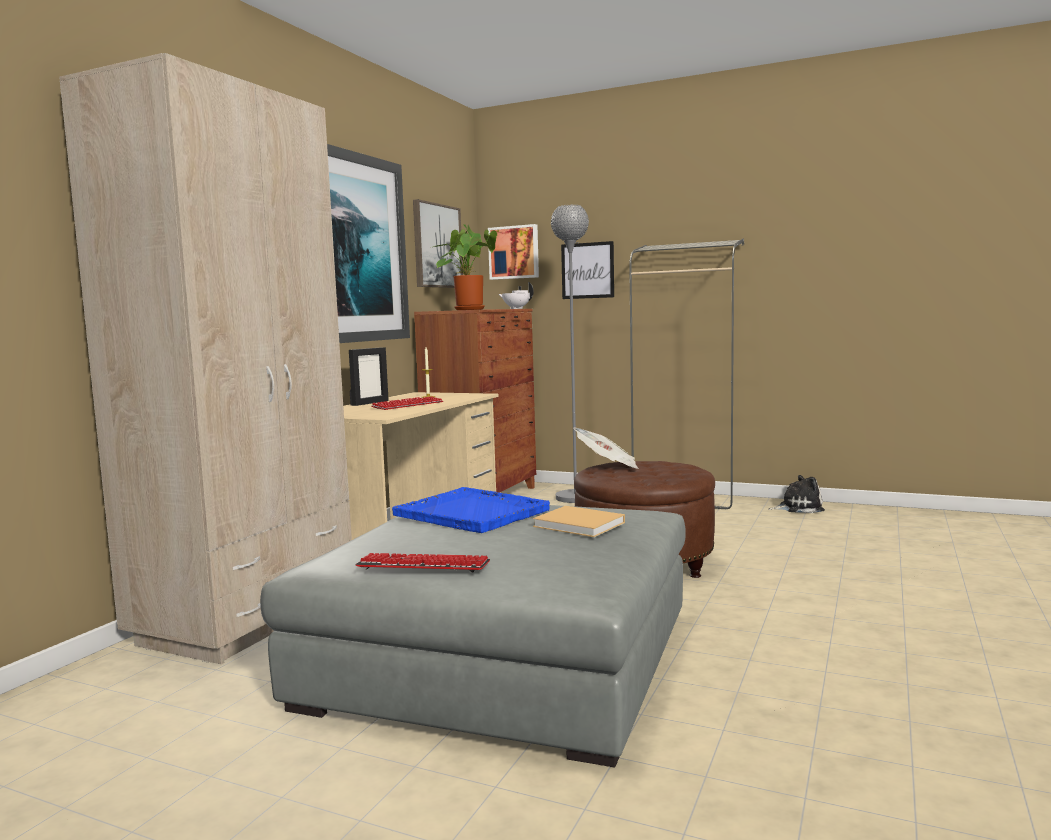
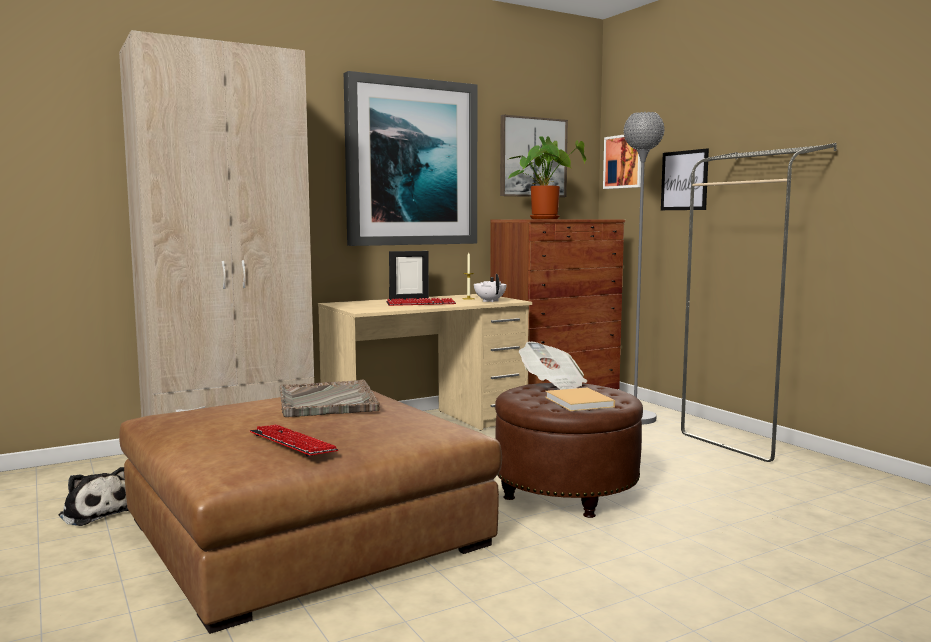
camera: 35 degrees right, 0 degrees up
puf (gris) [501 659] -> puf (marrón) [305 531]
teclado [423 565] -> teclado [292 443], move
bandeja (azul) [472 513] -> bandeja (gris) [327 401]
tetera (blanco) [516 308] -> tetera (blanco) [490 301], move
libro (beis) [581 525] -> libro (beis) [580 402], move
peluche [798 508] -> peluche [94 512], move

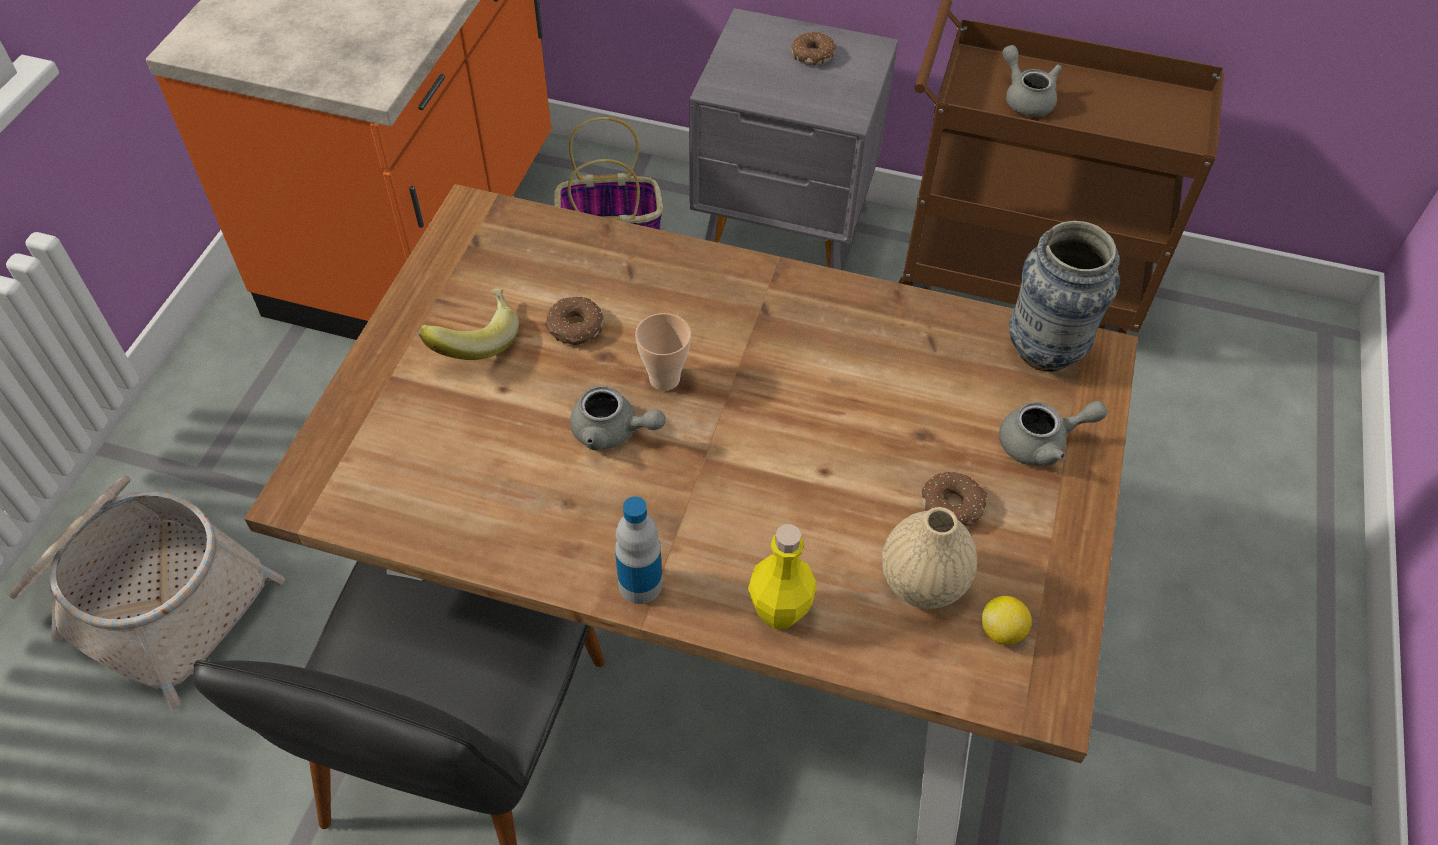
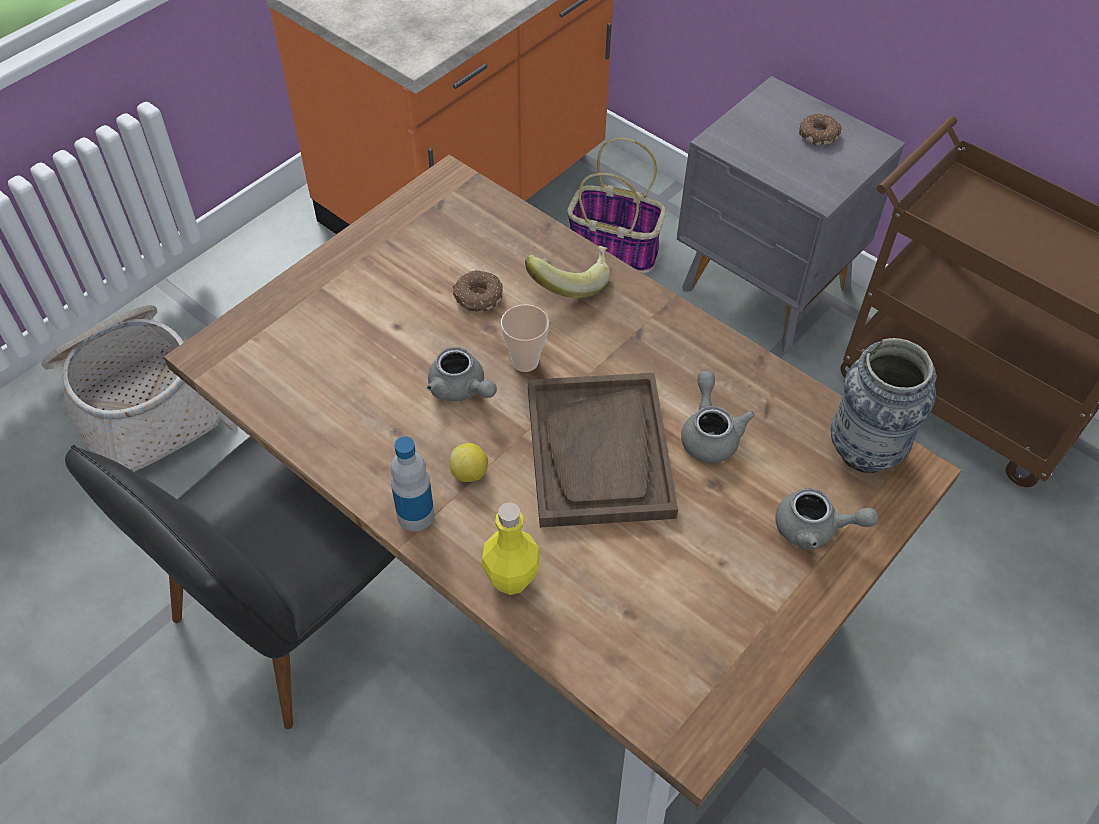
camera: 25 degrees right, 0 degrees up
plátano [474 339] -> plátano [570 281], move
florero (beis) [922 582] -> none
rosquilla [953 506] -> none
limón [1002 631] -> limón [469 473], move
tetera (gris) [1025 98] -> tetera (gris) [709 433], move
none -> bandeja (marrón) [599 452]

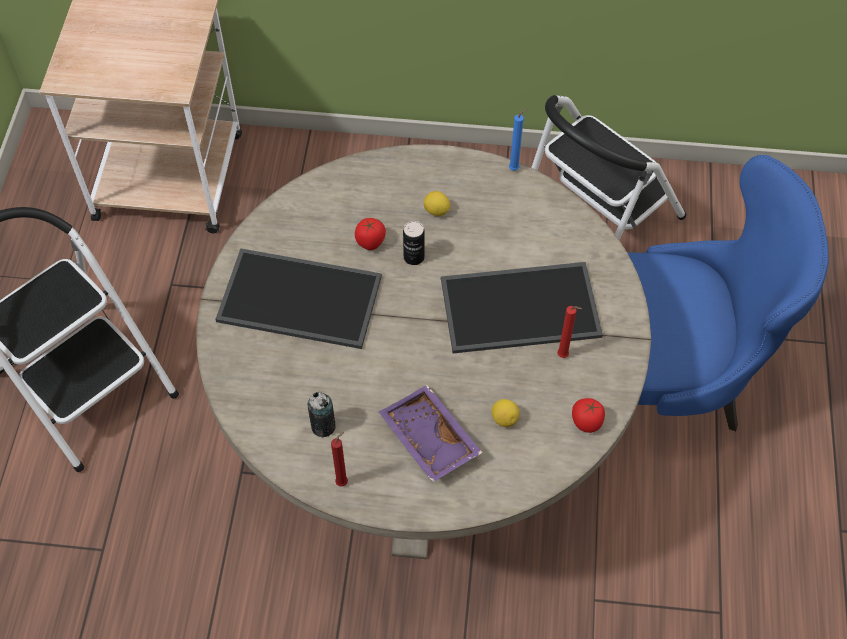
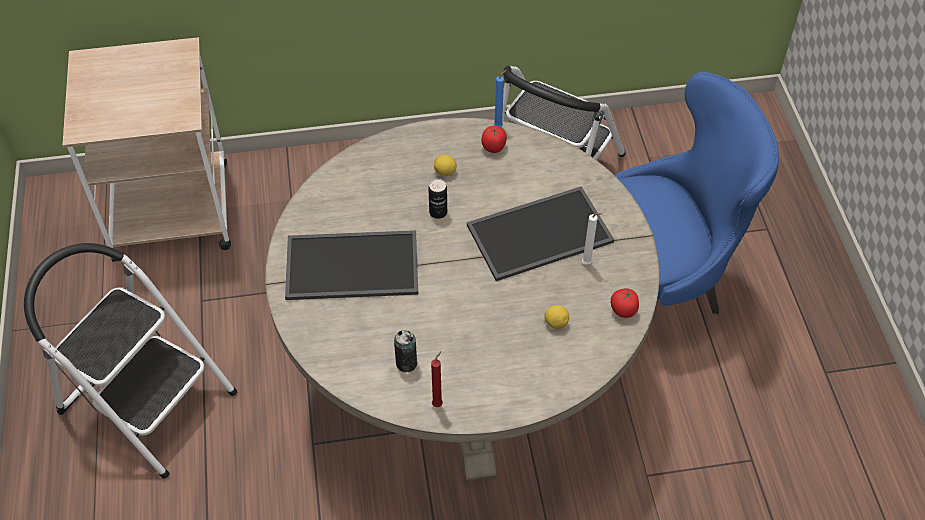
camera: 15 degrees left, 5 degrees down
tomate [370 242] -> tomate [494 147], move
bandeja (morado) [427 440] -> none
vela (rojo) [564 356] -> vela (blanco) [588 263]

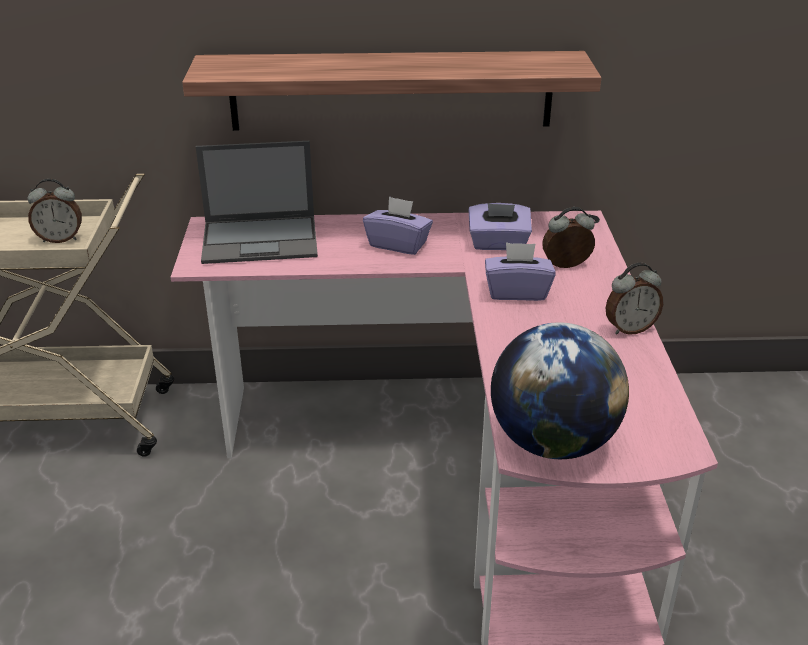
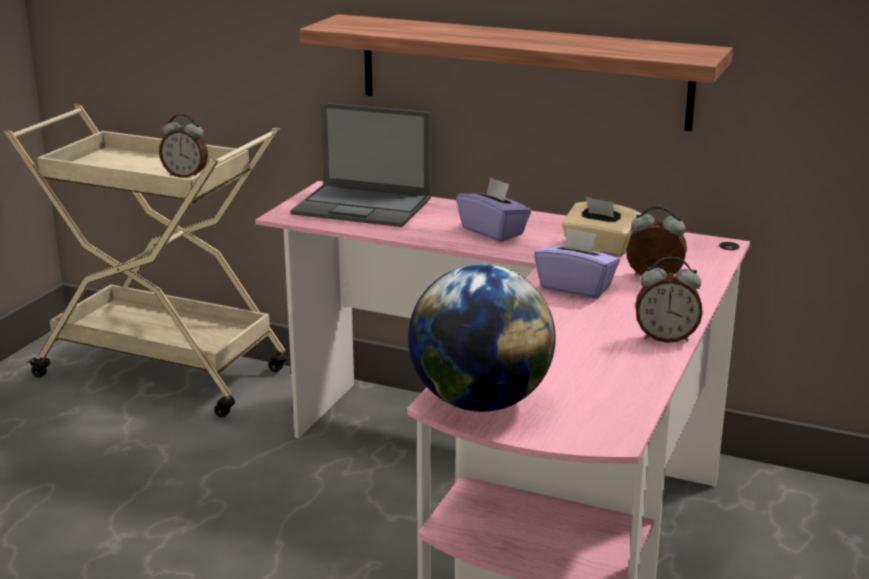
camera: 25 degrees right, 10 degrees down
caja de pañuelos (morado) [498 244] -> caja de pañuelos (beis) [599 248]

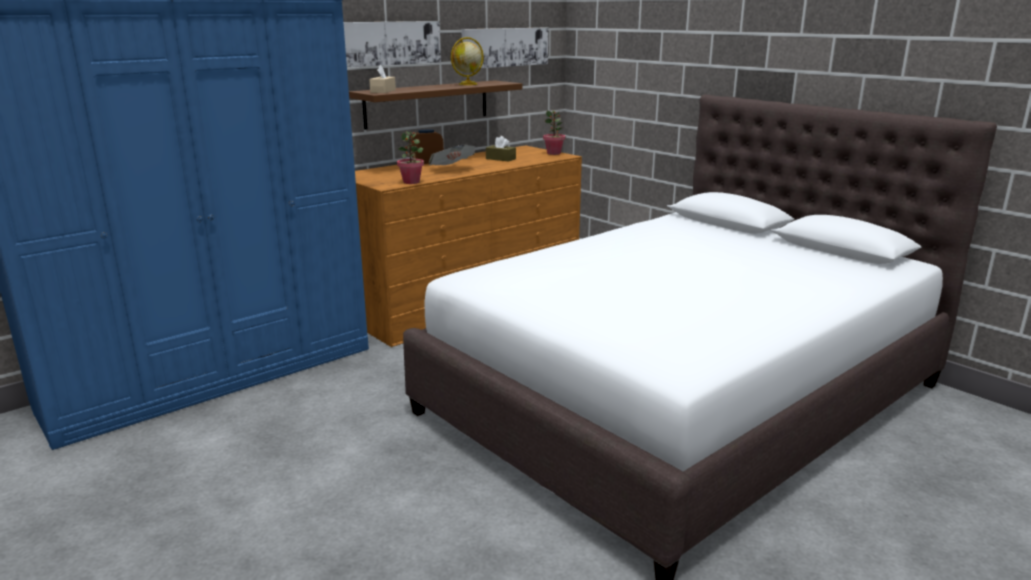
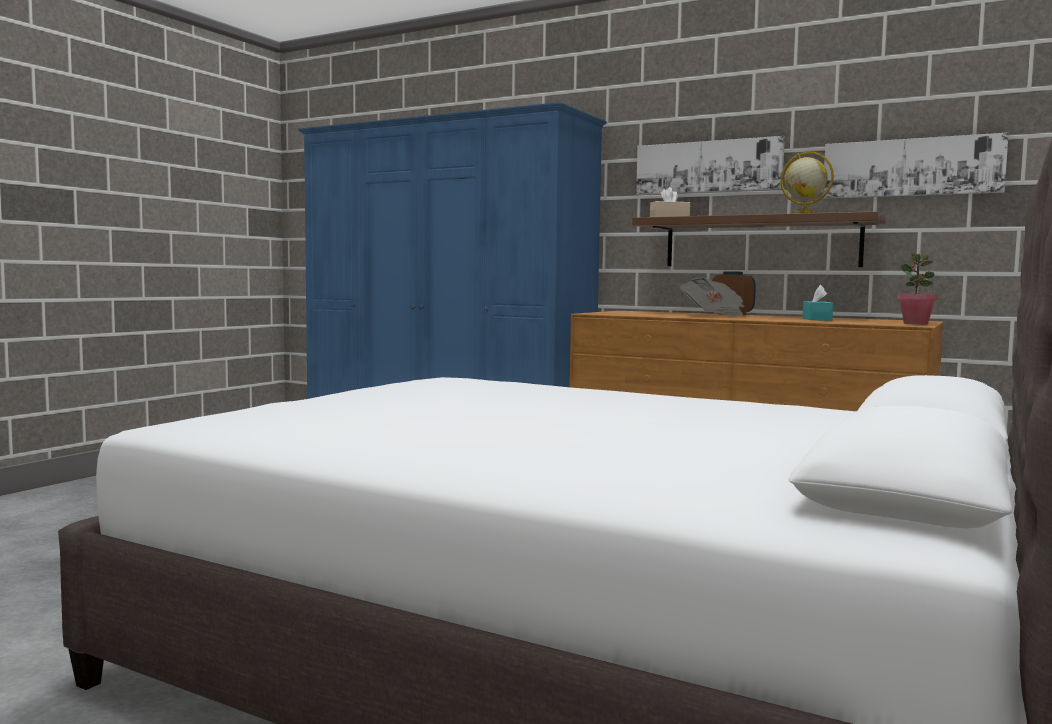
camera: 70 degrees right, 15 degrees down
planta en maceta [411 182] -> none
caja de pañuelos (marrón) [500 159] -> caja de pañuelos (turquesa) [817 319]

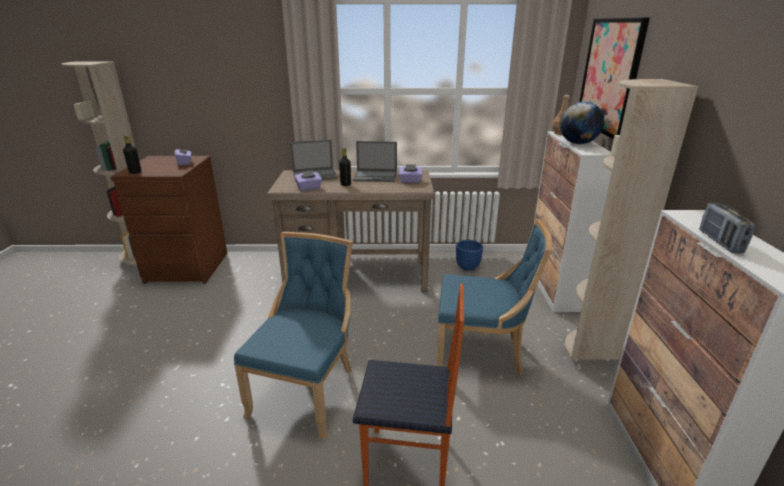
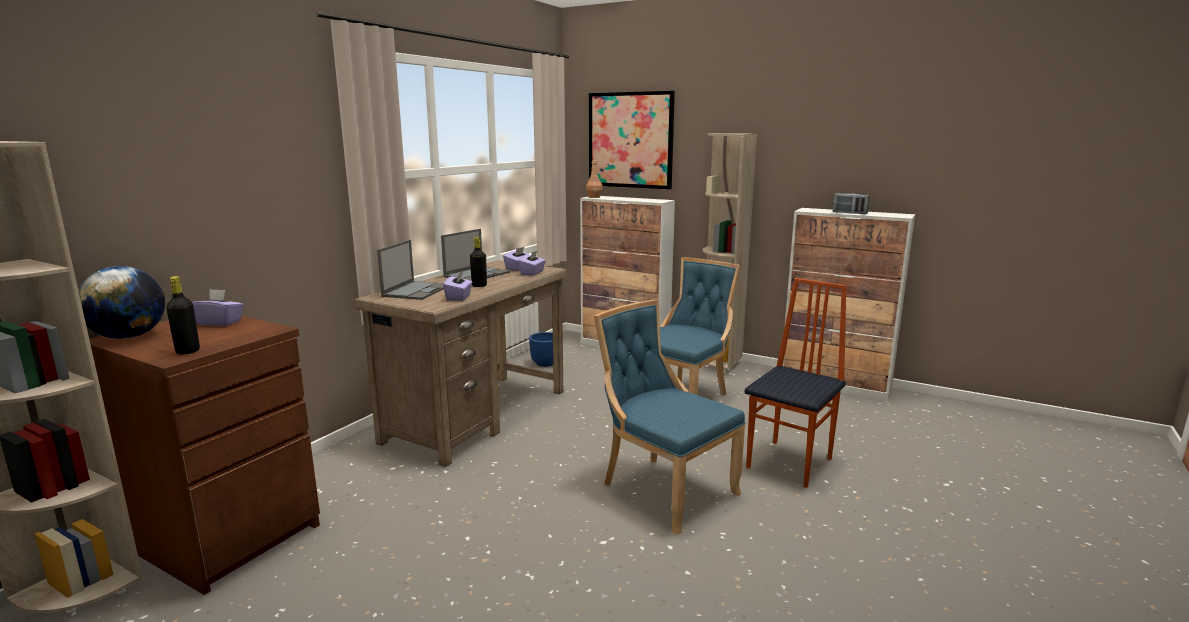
camera: 60 degrees left, 10 degrees down
globo terráqueo [578 143] -> globo terráqueo [129 336], move
none -> caja de pañuelos (morado) [532 273]

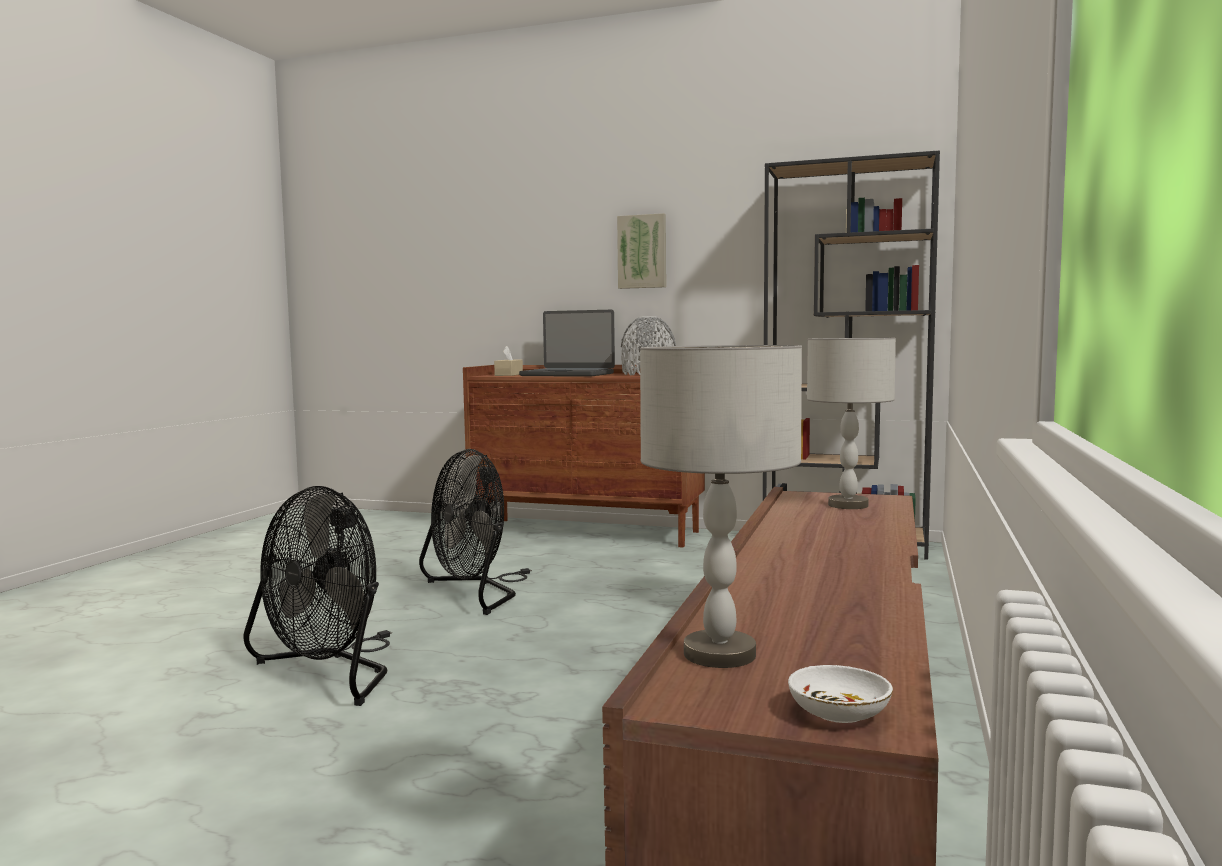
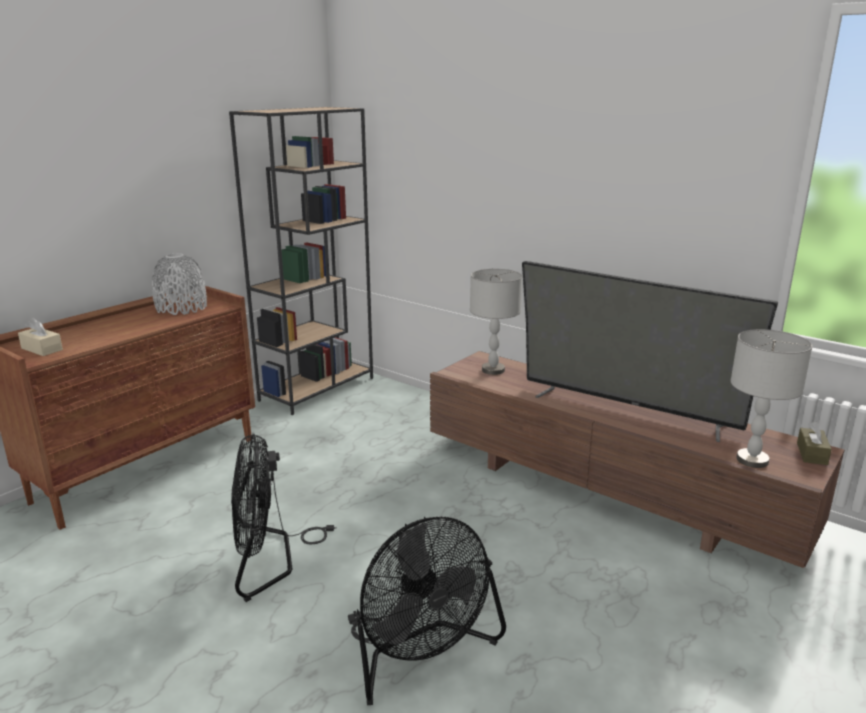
camera: 70 degrees left, 15 degrees up
ventilador (negro) [479 591] -> ventilador (negro) [270 554], 90 degrees clockwise
portátil [568 374] -> none
cuadro [642 251] -> none
cuenco (blanco) [838 712] -> caja de pañuelos (marrón) [811 454]
none -> televisor [627 409]

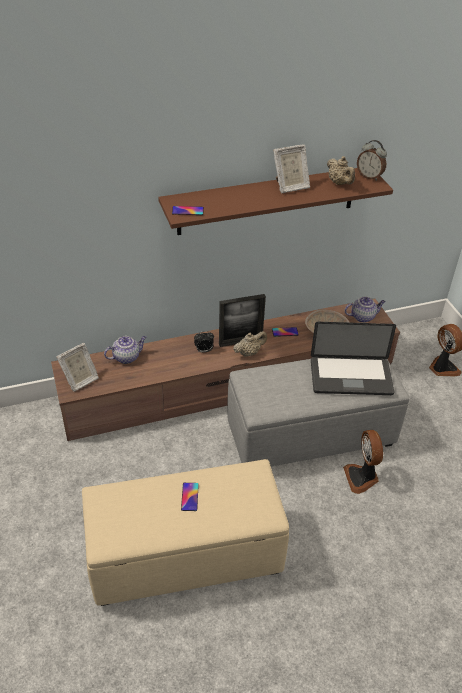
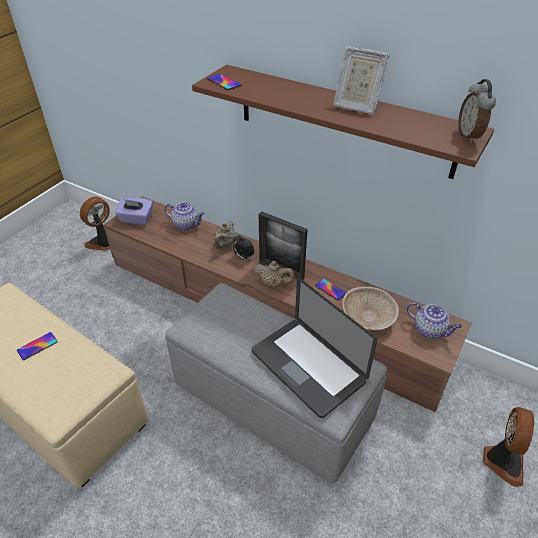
camera: 50 degrees right, 0 degrees up
portarretratos [80 380] -> caja de pañuelos (morado) [136 219]
tetera (beis) [339 183] -> tetera (beis) [225 245], move
ventilador [362 478] -> ventilador [103 243], move

